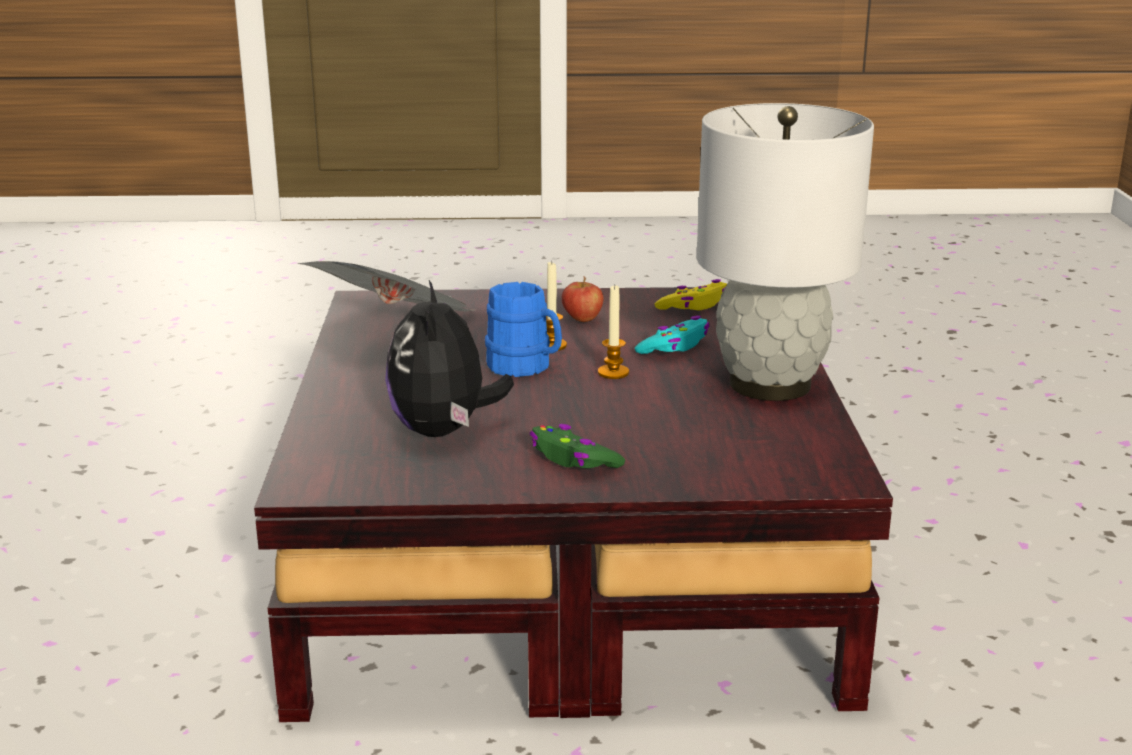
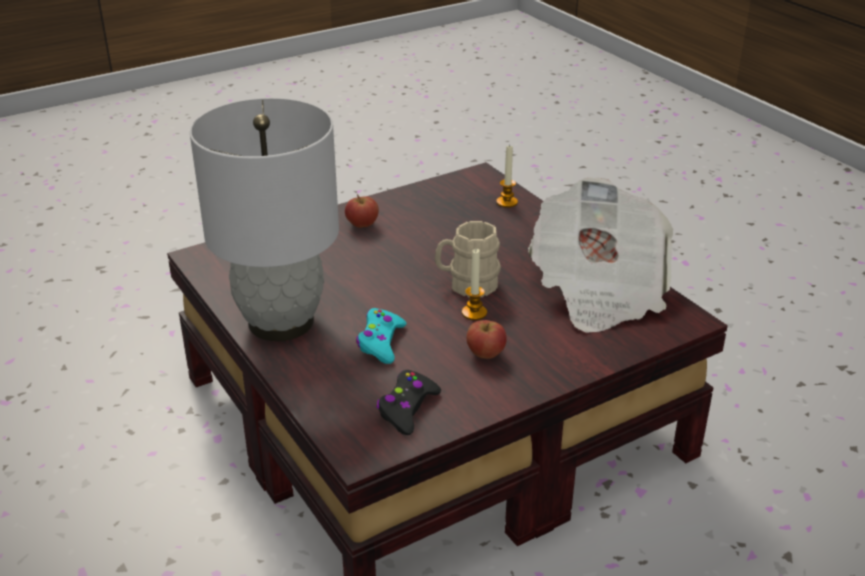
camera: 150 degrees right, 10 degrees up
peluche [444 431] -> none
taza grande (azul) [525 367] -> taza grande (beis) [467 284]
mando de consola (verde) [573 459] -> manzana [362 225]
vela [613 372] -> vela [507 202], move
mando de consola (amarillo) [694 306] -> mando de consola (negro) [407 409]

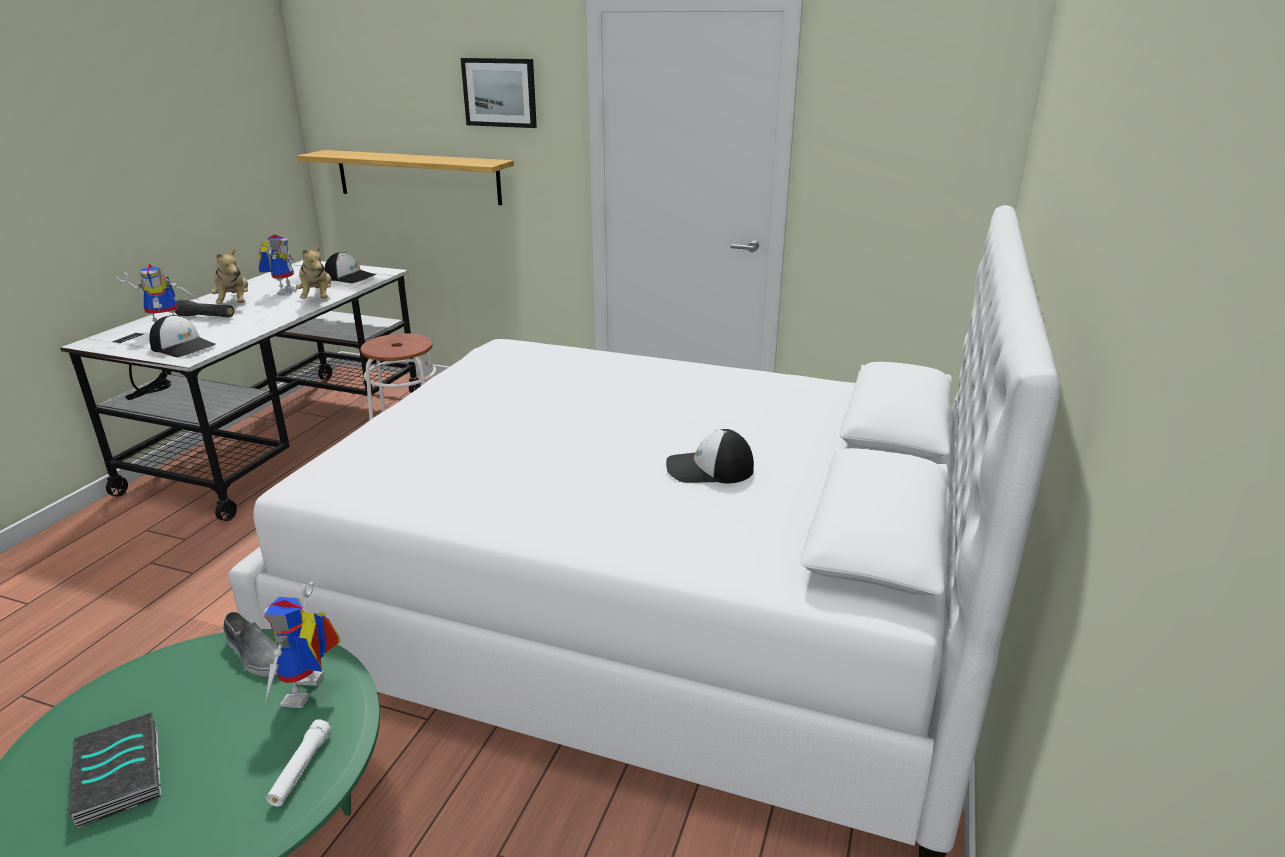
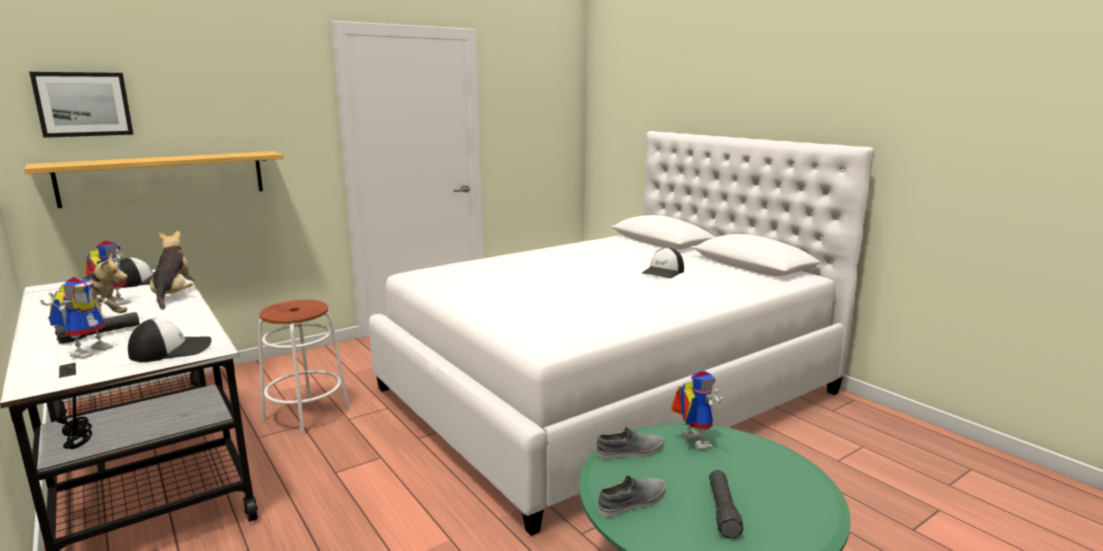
camera: 55 degrees left, 10 degrees down
libro [122 774] -> linterna (negro) [723 511]
robot de juguete [309 694] -> robot de juguete [691 441], 150 degrees counterclockwise
linterna (blanco) [300 769] -> none
peluche [318 299] -> peluche [174 296], 120 degrees counterclockwise
cuadro [500 92] -> cuadro [83 104], move
none -> zapato (gris) [633 502]

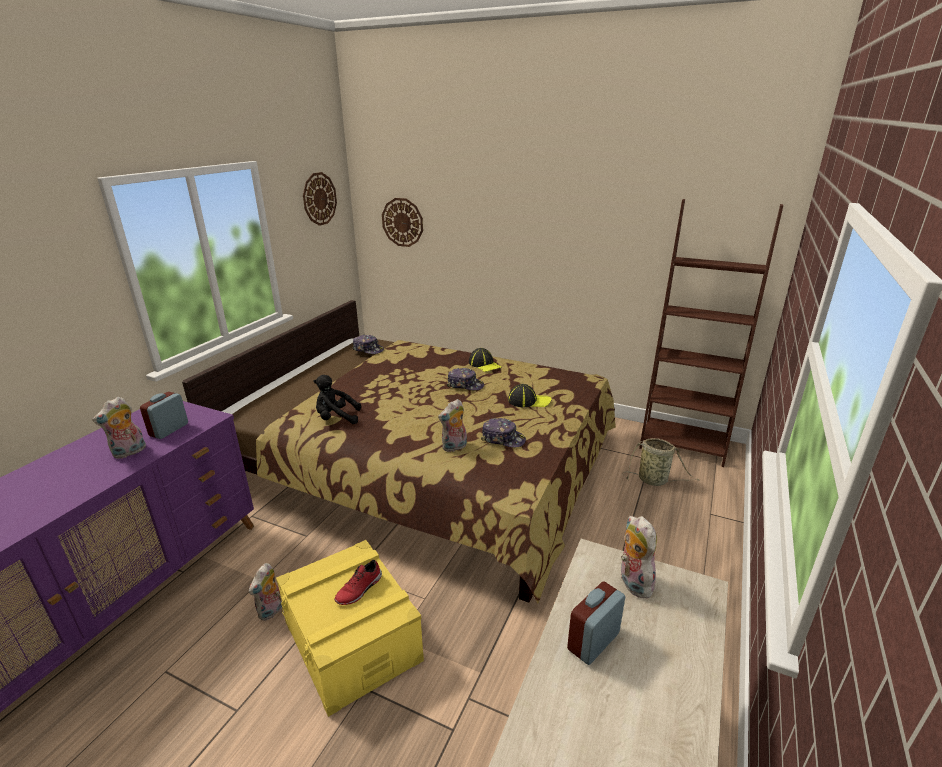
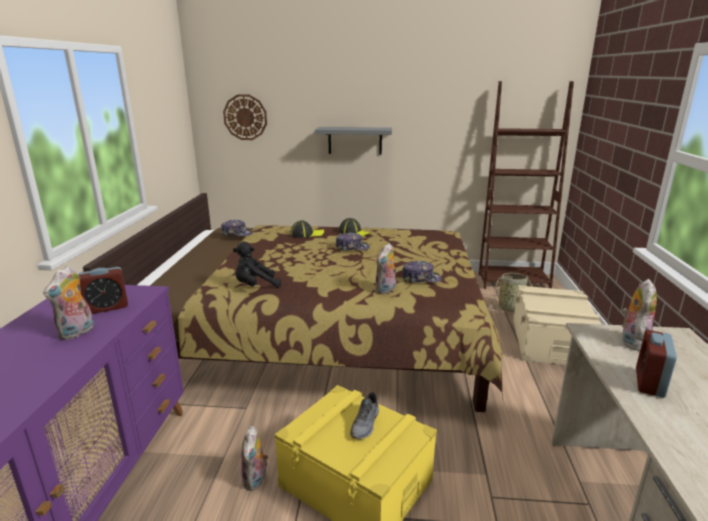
camera: 20 degrees left, 5 degrees down
despertador [169 430] -> despertador [106 307], 120 degrees counterclockwise
reloj de pared [319 199] -> none
zapato (rojo) [360 590] -> zapato (gris) [366 424]
gorra [529 401] -> gorra [307 234], move
peluche [632 582] -> peluche [632 341], 60 degrees clockwise
none -> estante (gris) [355 140]
none -> caja de almacenaje (beis) [550 342]

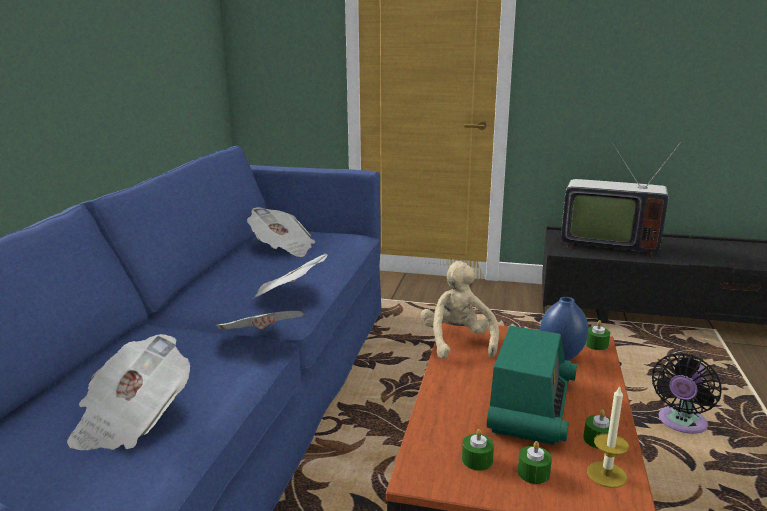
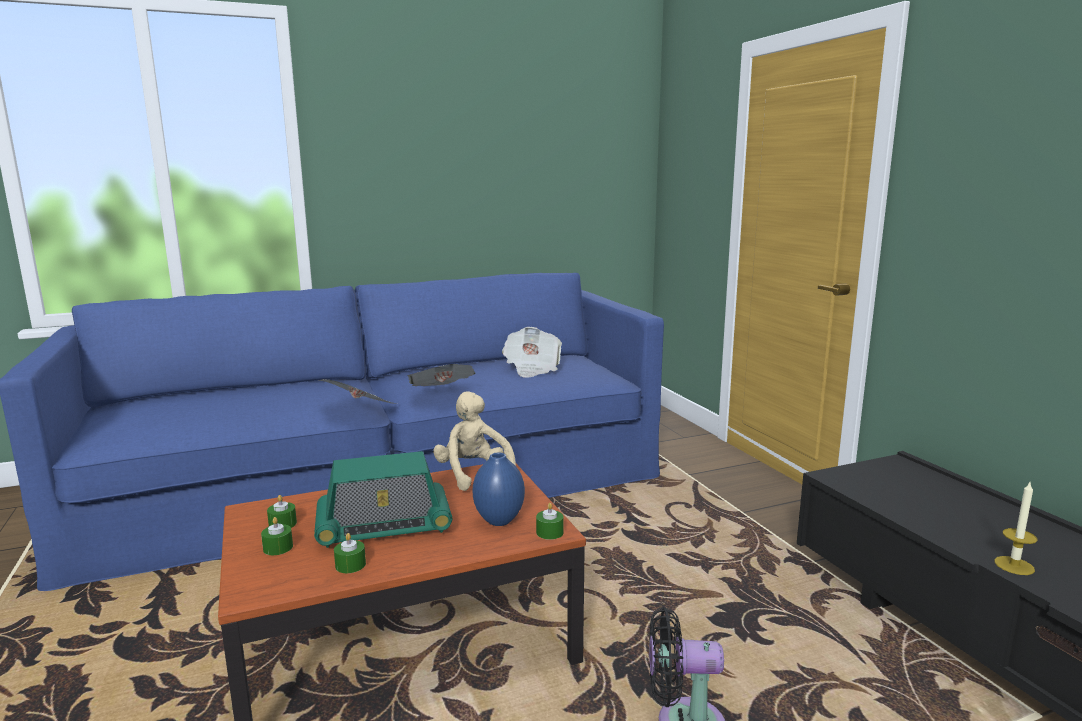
camera: 55 degrees right, 5 degrees down
periódico [132 420] -> none
peluche (beis) [457 342] -> peluche (beis) [473 474], 75 degrees counterclockwise
televisor [607 244] -> none
vela [606 474] -> vela [1014 565], move

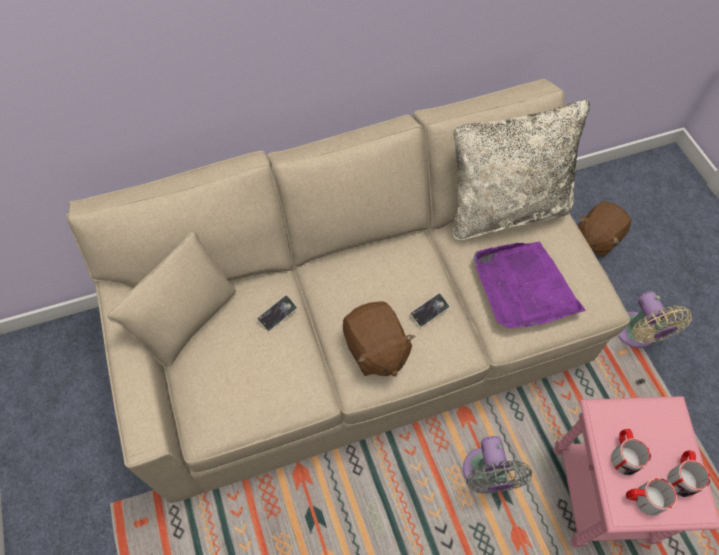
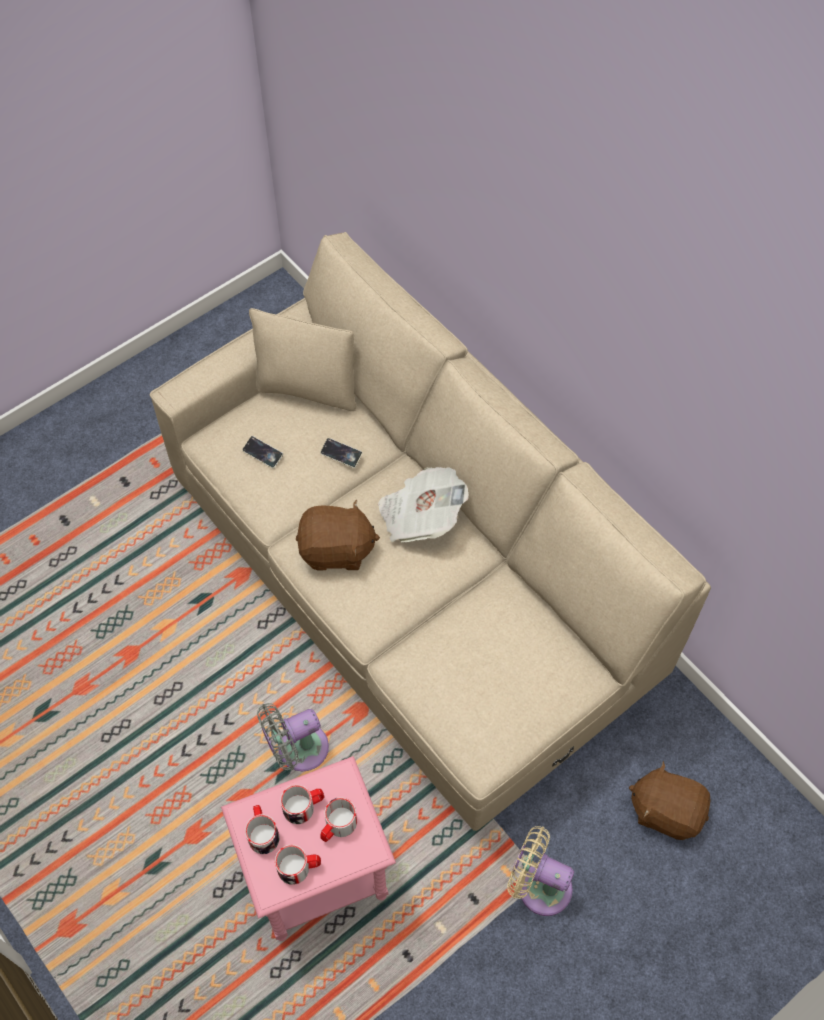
camera: 70 degrees right, 0 degrees up
peluche (marrón) [375 349] -> peluche (marrón) [336 550], 135 degrees counterclockwise
móvil [429 311] -> móvil [262 453], move
cojín (beis) [507 213] -> none
bandeja (morado) [523 287] -> none
ventilador (beis) [636 334] -> ventilador (beis) [539 885], 60 degrees clockwise
none -> taza grande [337 826]
none -> periódico [420 516]

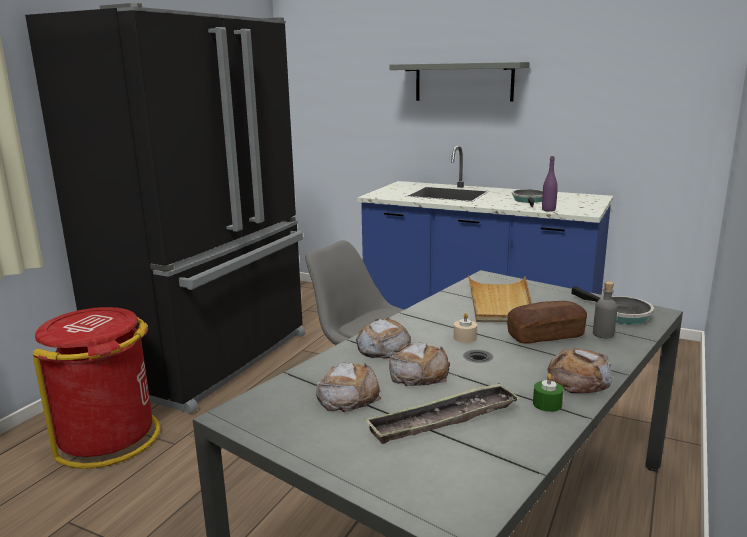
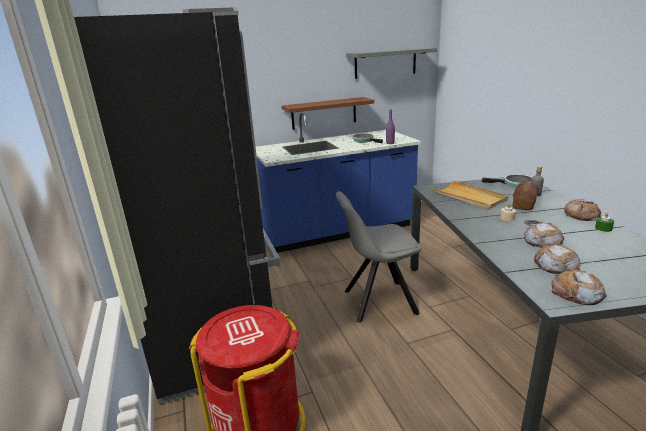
camera: 45 degrees left, 5 degrees up
pan [383 347] -> pan [576 292], move
bandeja [443 420] -> none
estante (gris) [463 82] -> estante (gris) [385 63], move
none -> estante (marrón) [324 113]

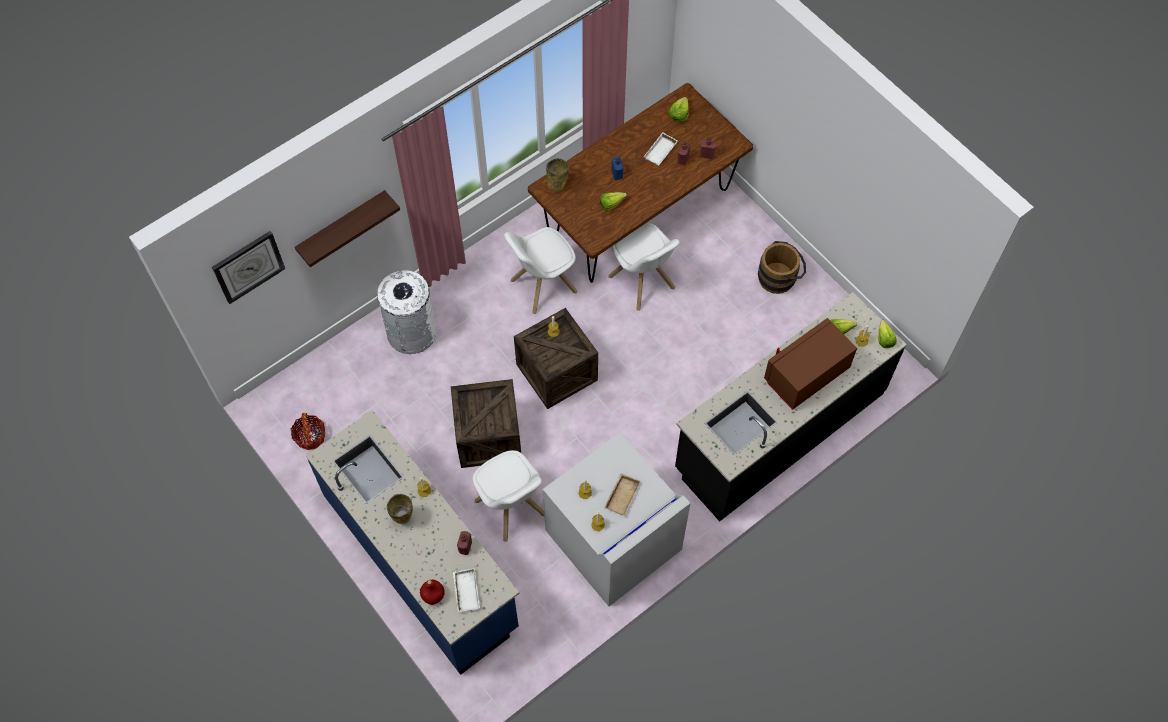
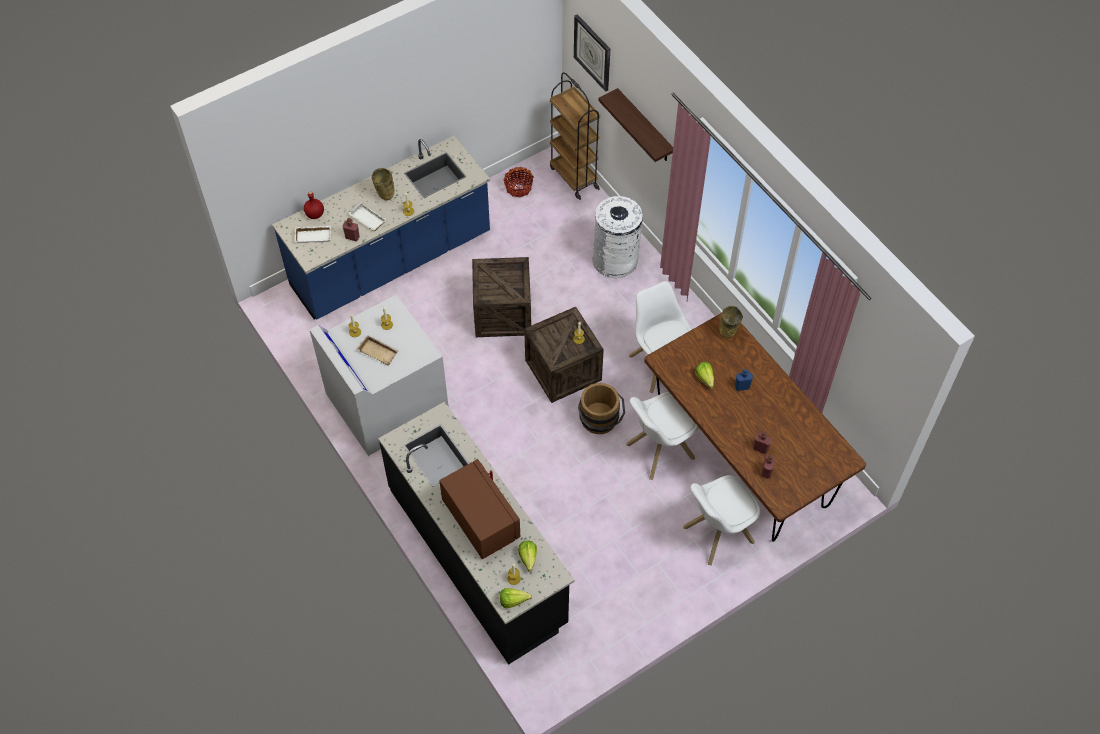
camera: 95 degrees right, 5 degrees down
silla (blanco) [511 508] -> silla (blanco) [717 534], move
bandeja (blanco) [661 152] -> bandeja (blanco) [366 219], move
lechuga [679 114] -> none
cubo (marrón) [780 277] -> cubo (marrón) [600 422], move
none -> carrito (marrón) [574 178]

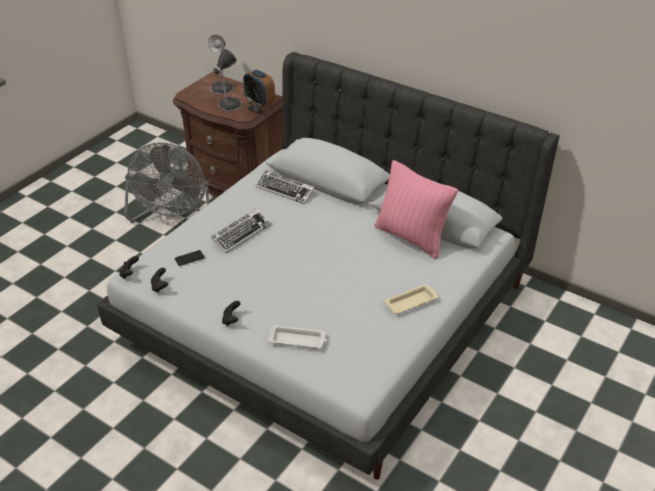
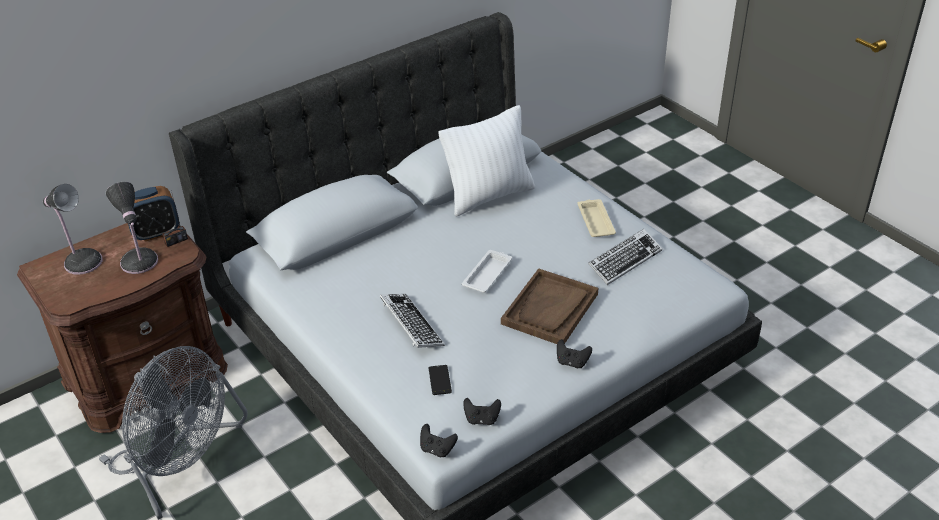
camera: 70 degrees left, 0 degrees up
teclado [285 190] -> teclado [624 260], move
bandeja (blanco) [298 340] -> bandeja (blanco) [487 274], move
cojín (rosa) [411 237] -> cojín (blanco) [489 196]
none -> bandeja (marrón) [550 309]

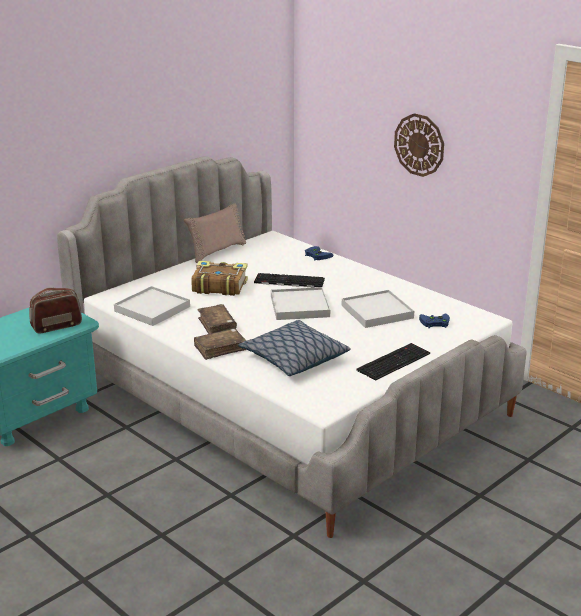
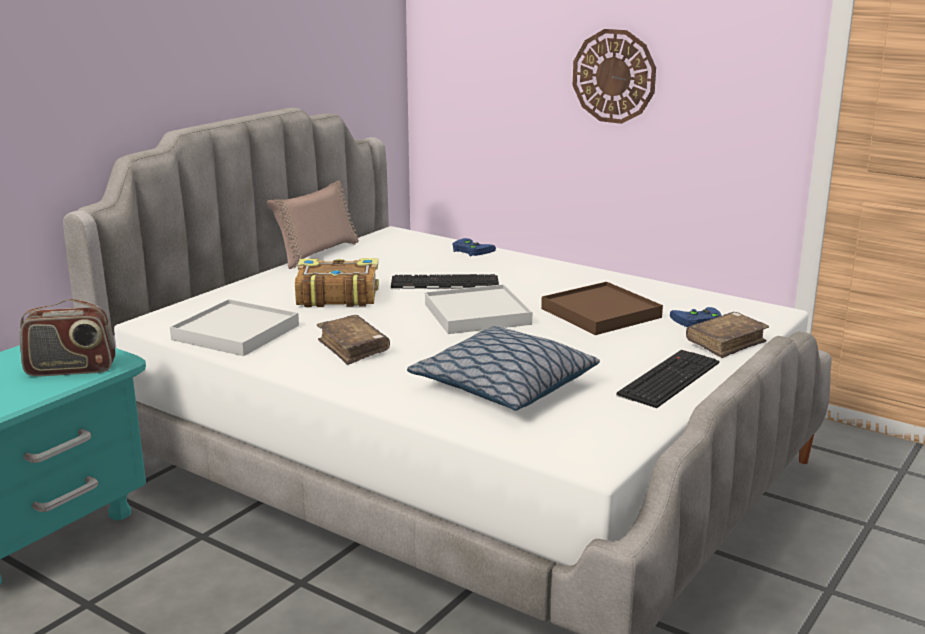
camera: 10 degrees left, 5 degrees down
radio [56 326] -> radio [71 369], 150 degrees counterclockwise
libro (marrón) [220 349] -> libro (marrón) [726 343], move
bandeja (blanco) [377 312] -> bandeja (marrón) [600 313]

